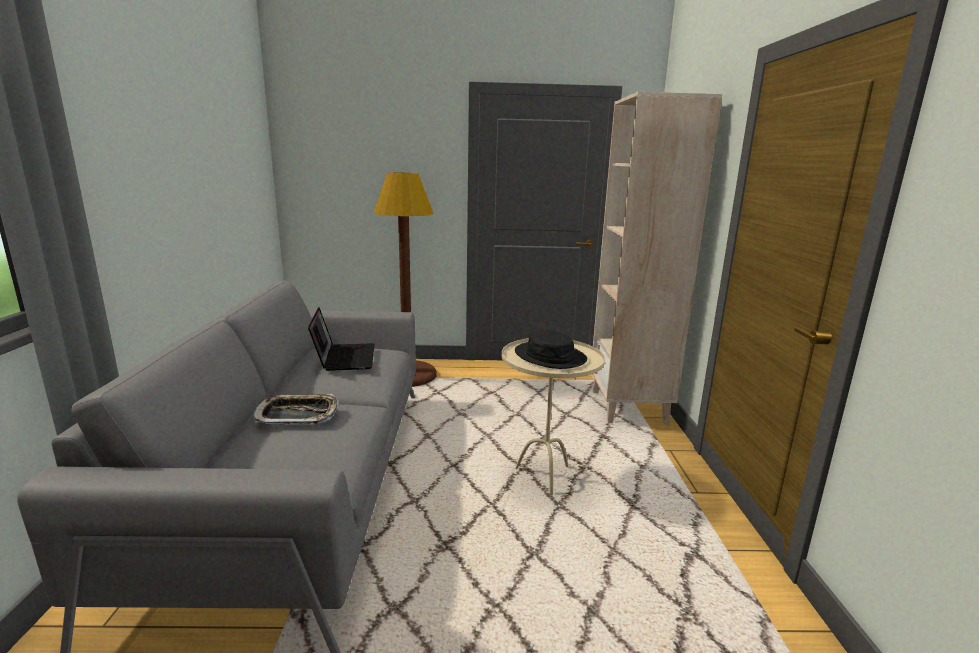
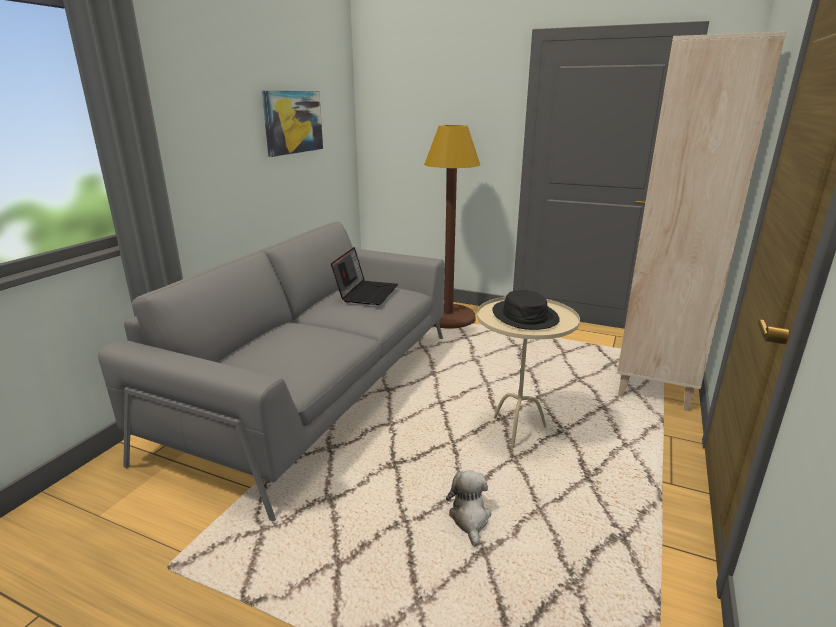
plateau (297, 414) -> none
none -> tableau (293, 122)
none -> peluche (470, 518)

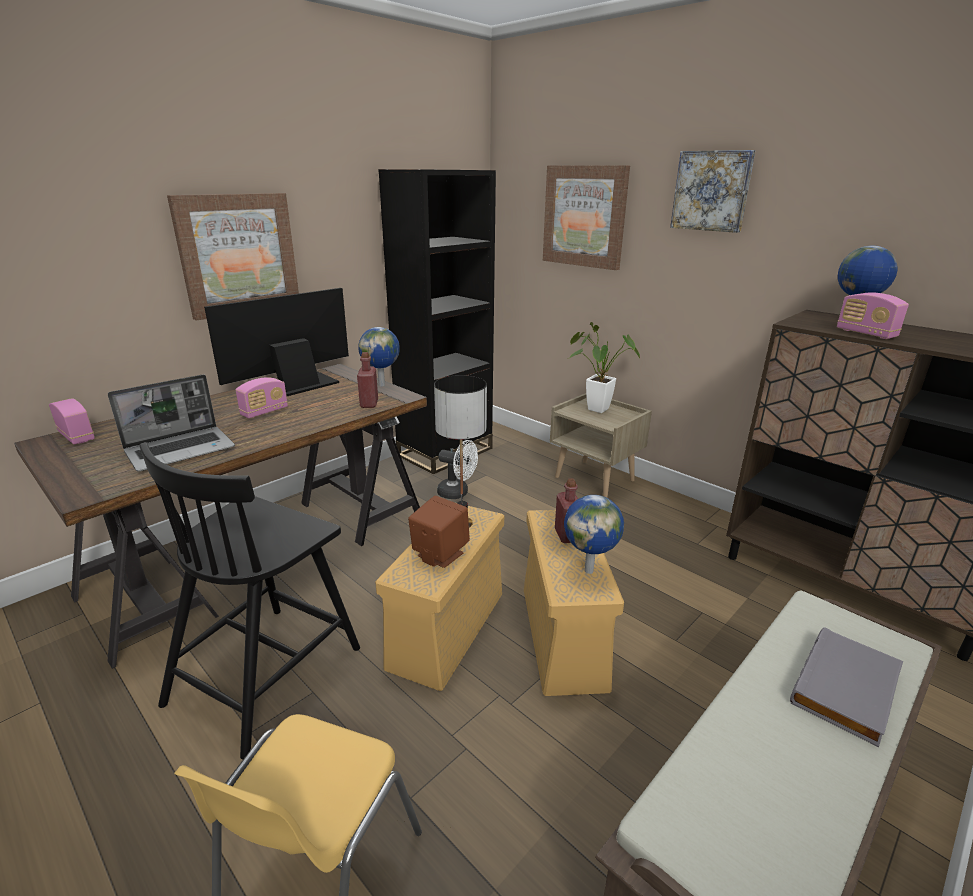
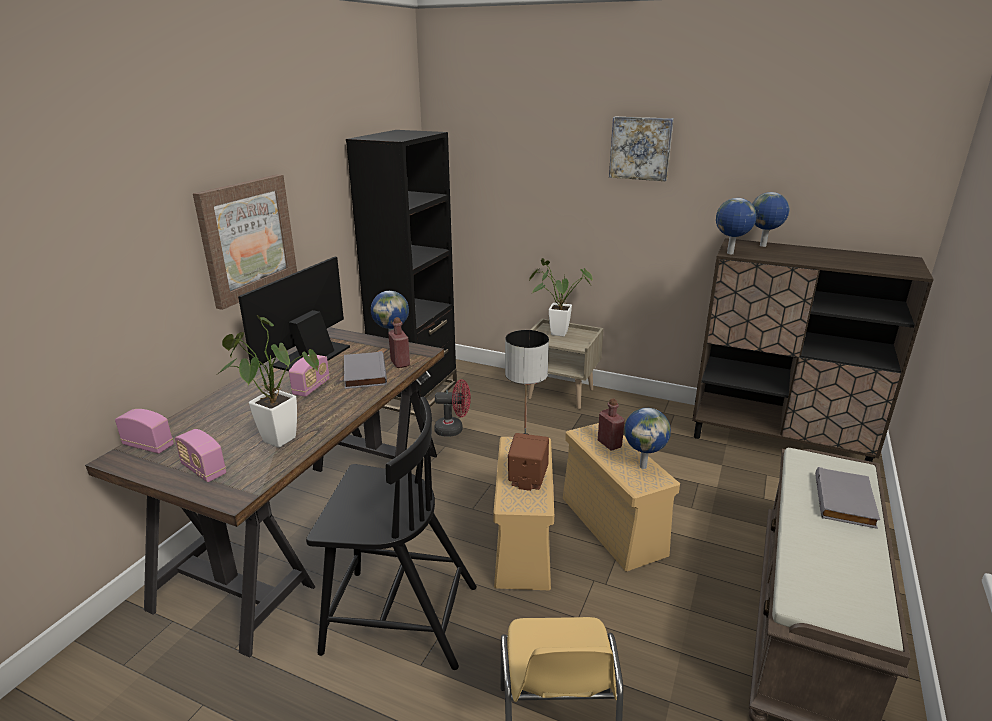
tableau (584, 216) -> none
radio (865, 334) -> radio (204, 470), relocated
ordinateur portable (181, 450) -> plante en pot (274, 437)
ventilateur/blanc (457, 493) -> ventilateur/rouge (453, 429)
chaise/noir (267, 672) -> chaise/noir (398, 618), 90 degrees counterclockwise
none -> globe (730, 253)
none -> livre/gris (363, 373)

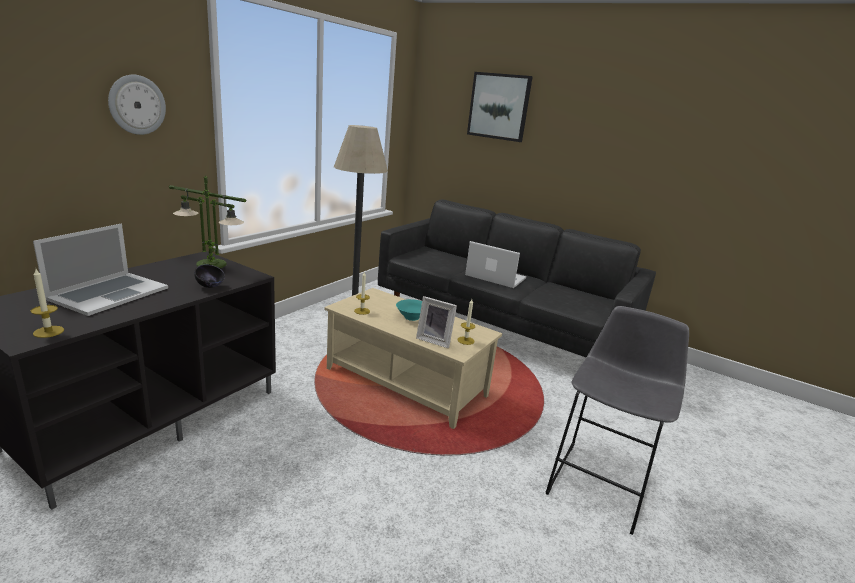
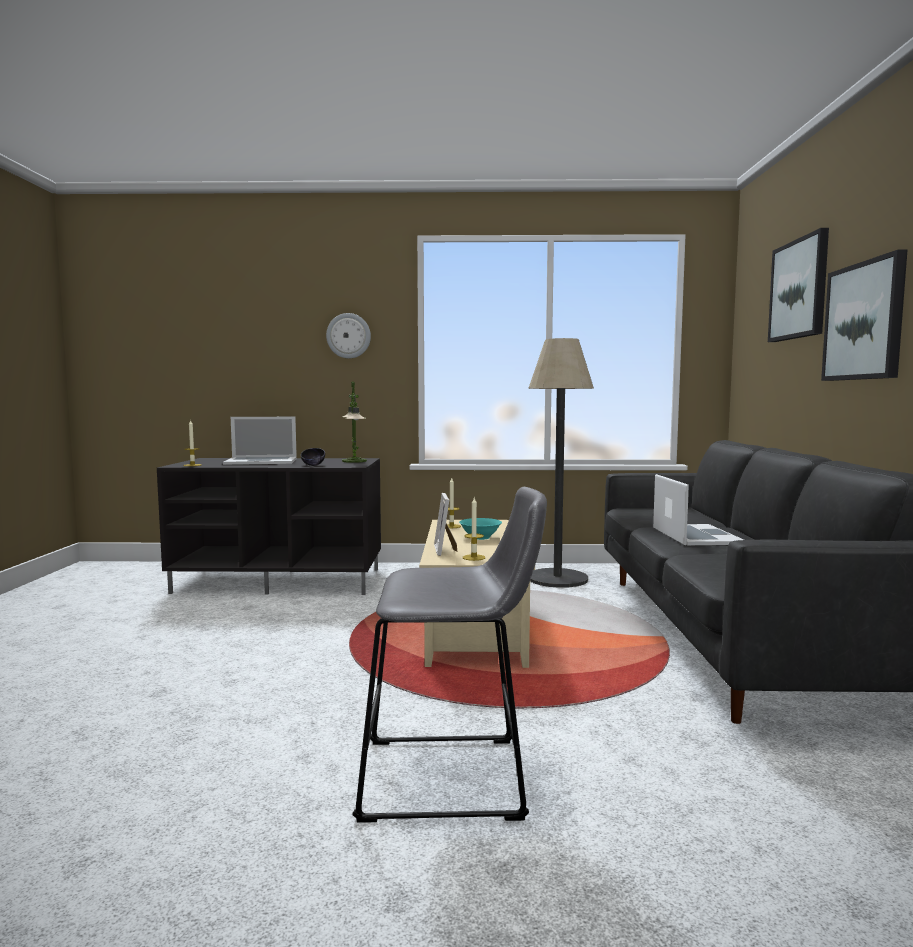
none -> tableau (864, 321)

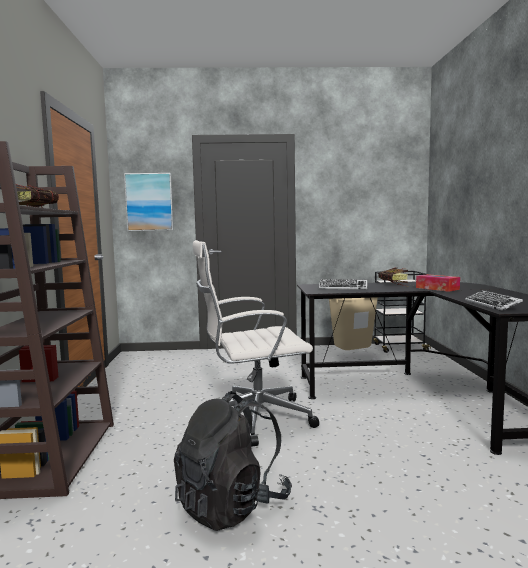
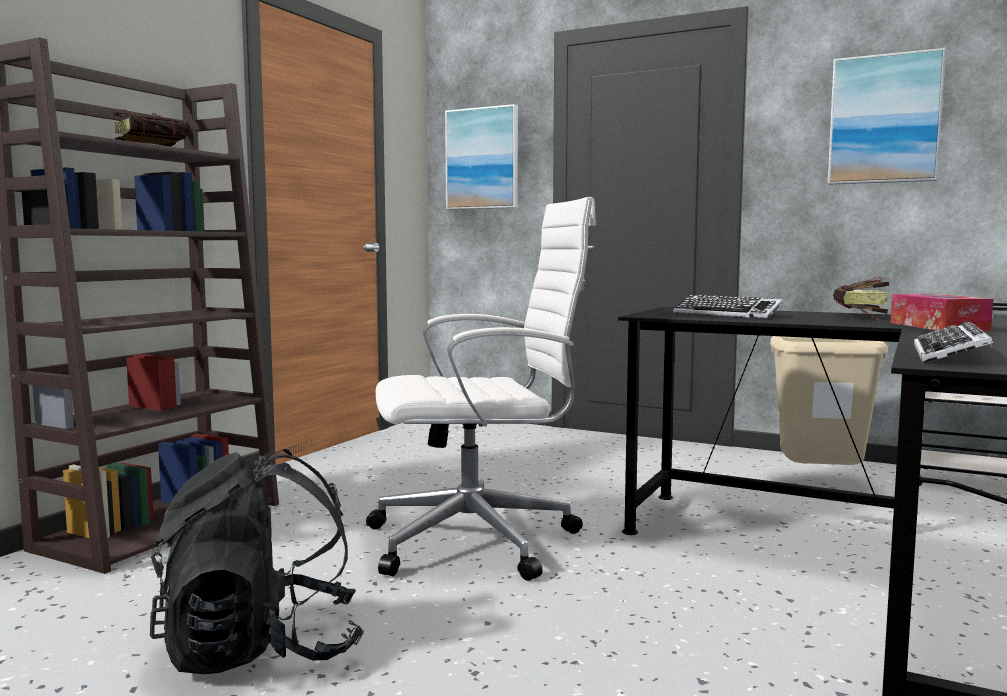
chaise de bureau/blanc (253, 418) -> chaise de bureau/blanc (479, 541), 150 degrees clockwise
none -> tableau (884, 119)

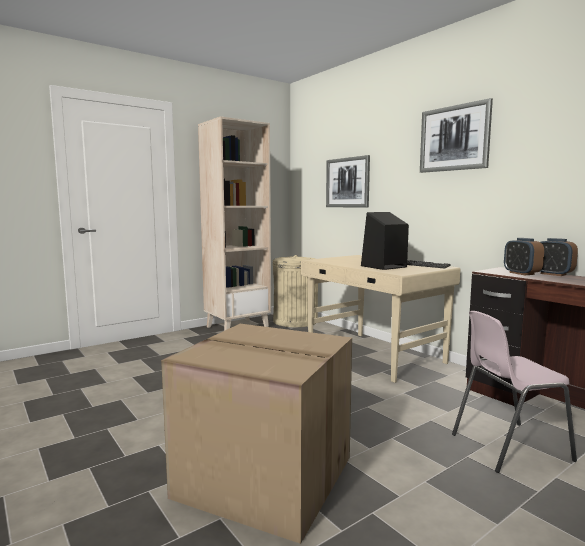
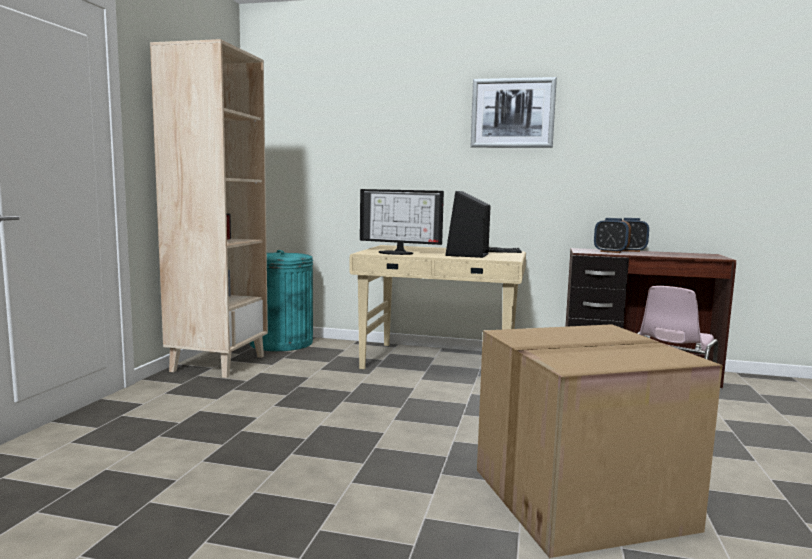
tableau (347, 182) -> none
poubelle/beige (295, 321) -> poubelle/turquoise (281, 343)
none -> écran d'ordinateur (397, 252)

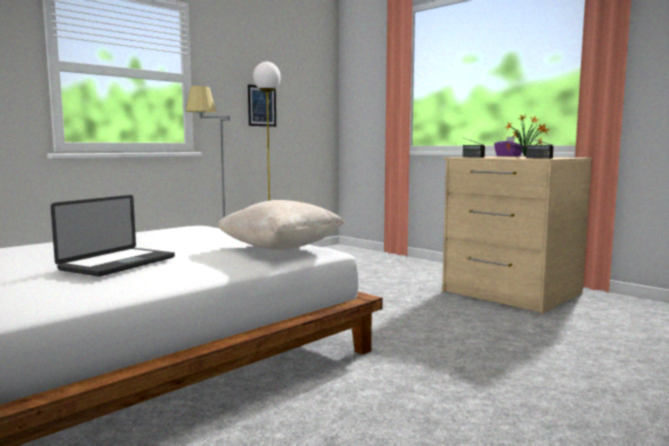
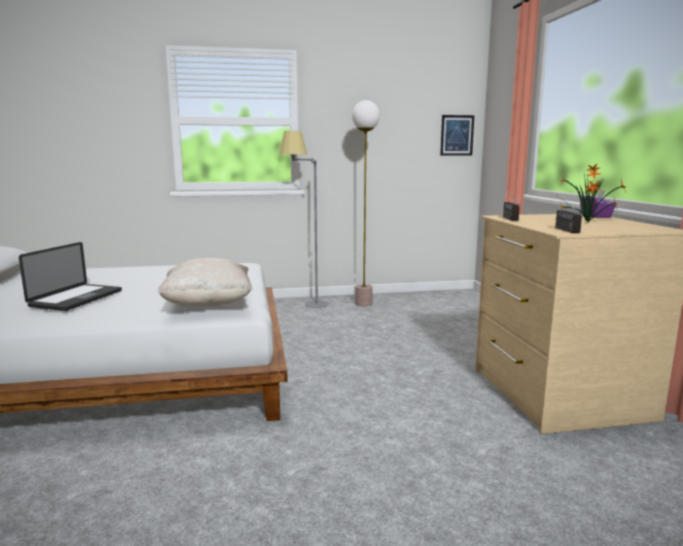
tableau (262, 106) -> tableau (457, 135), relocated
ordinateur portable (118, 263) -> ordinateur portable (76, 298), 45 degrees counterclockwise

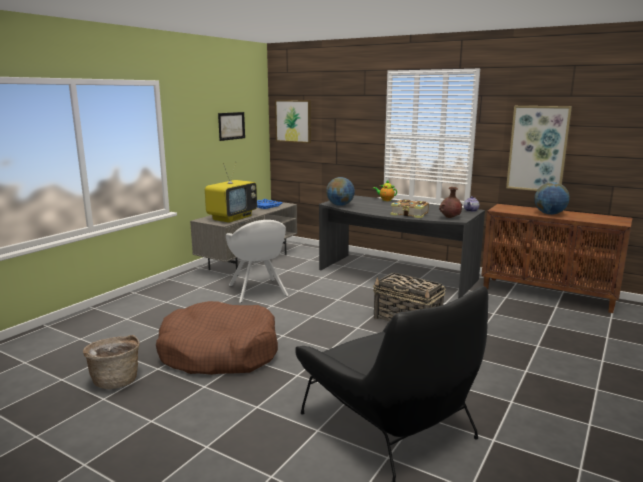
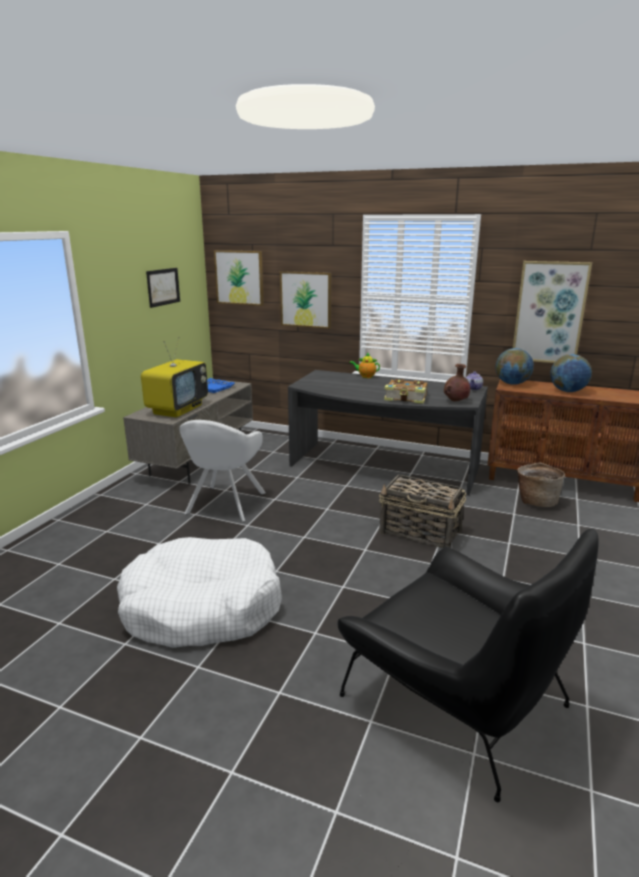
globe (340, 205) -> globe (512, 384), relocated
fauteuil/blanc (258, 292) -> fauteuil/blanc (224, 505), 45 degrees clockwise
panier pour chien/marron (219, 352) -> panier pour chien/blanc (202, 607)
panier (116, 380) -> panier (536, 501), relocated
none -> tableau (306, 299)

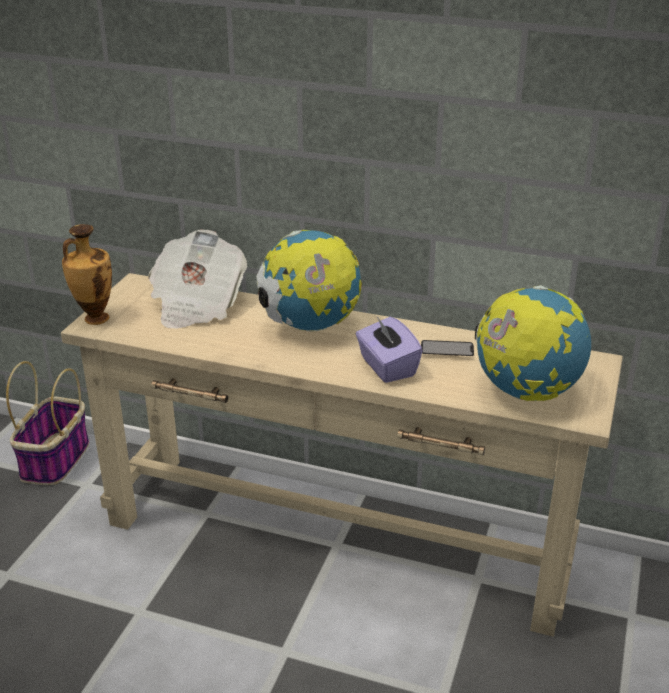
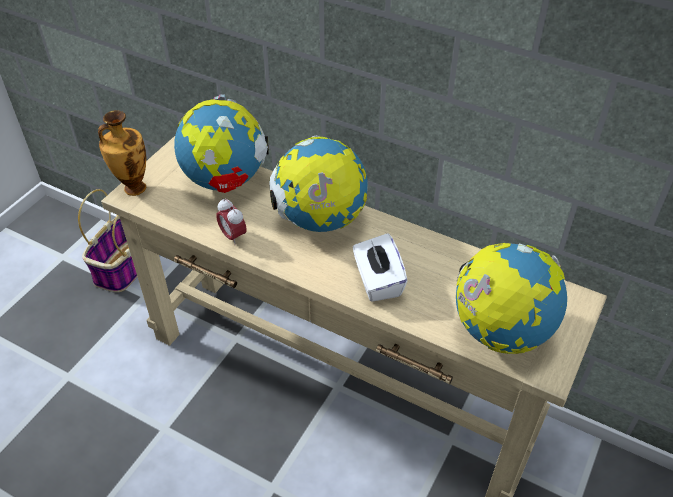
journal (196, 304) -> globe (225, 181)
boîte à mouchoirs/violet (387, 367) -> boîte à mouchoirs/blanc (377, 281)
téléphone (447, 350) -> none
none -> réveil (233, 236)

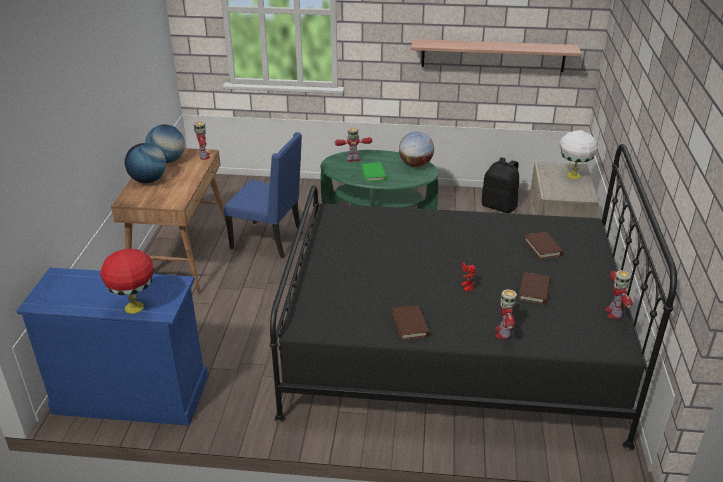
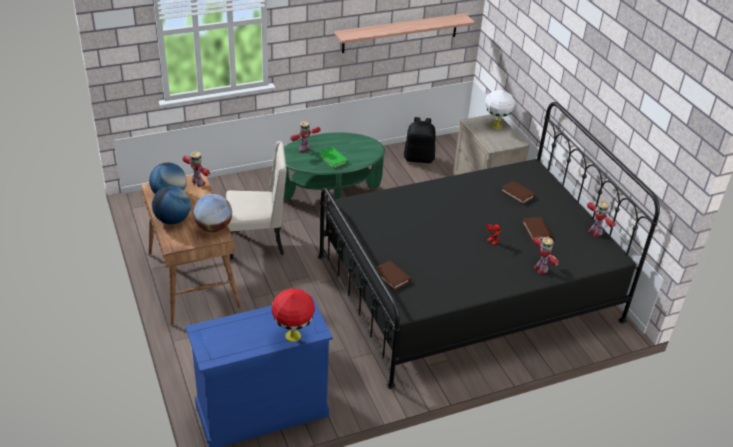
chaise/bleu (269, 240) -> chaise/beige (257, 242)
globe (415, 165) -> globe (214, 228), relocated
livre/marron (410, 324) -> livre/marron (392, 276), relocated

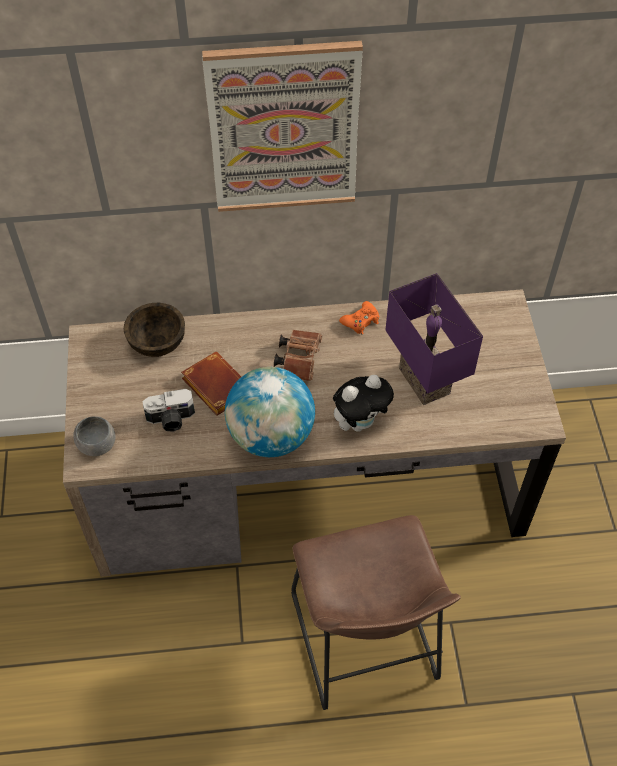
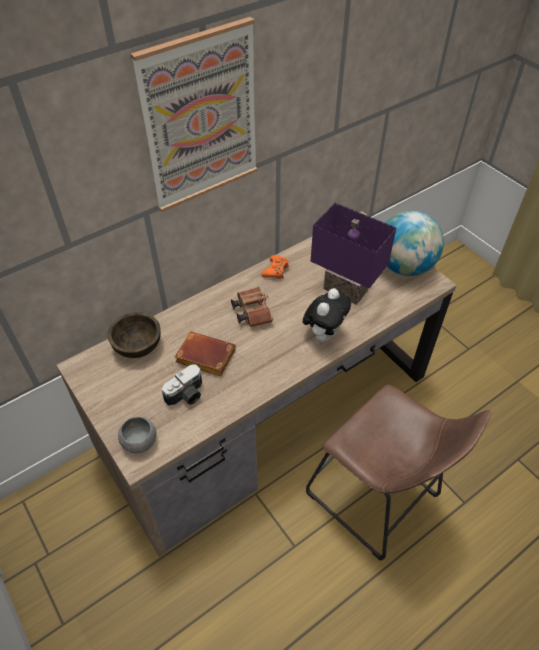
globe (271, 436) -> globe (404, 266), relocated

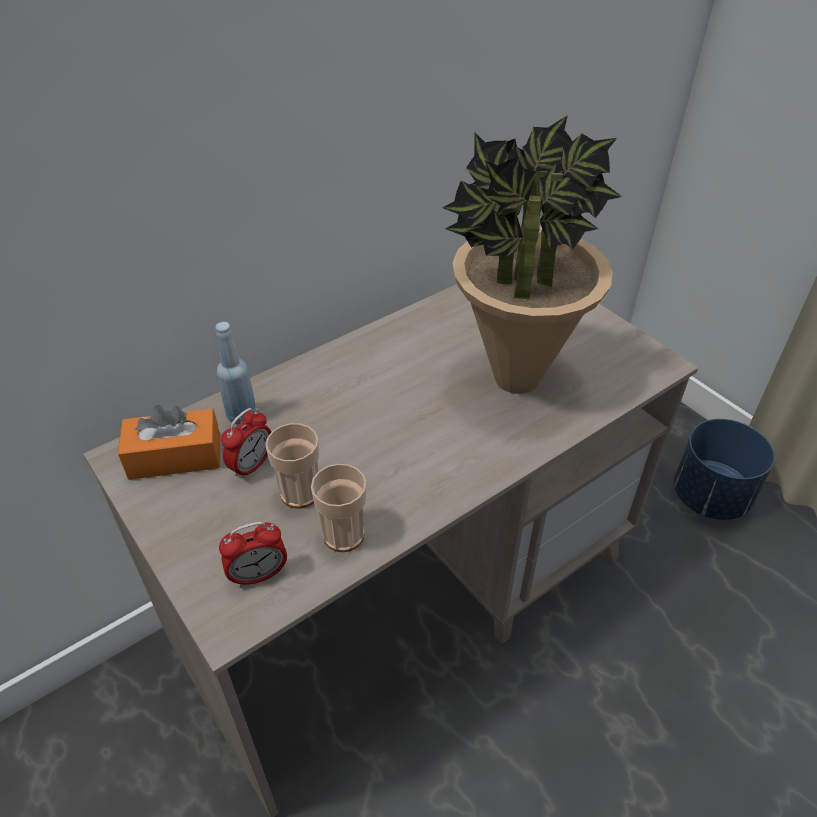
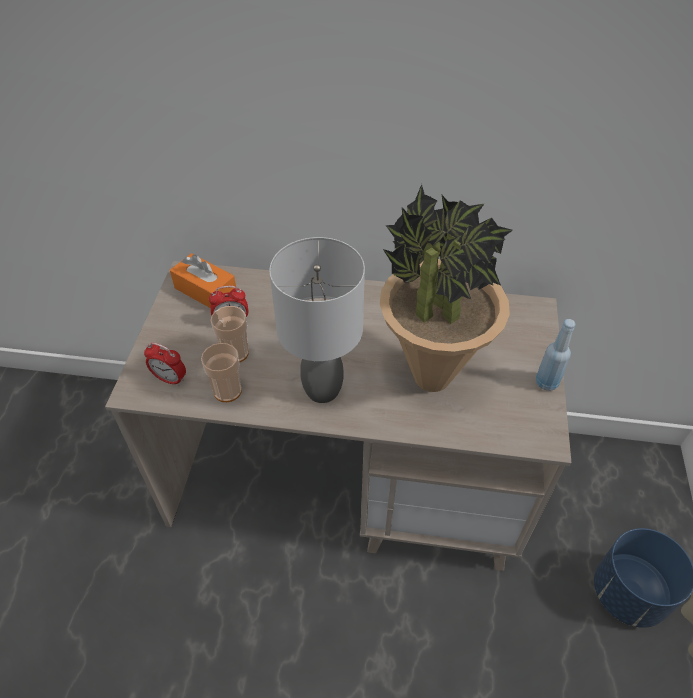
bouteille/bleu (242, 415) -> bouteille/bleu (547, 382), relocated
none -> lampe de table/gris (321, 390)

